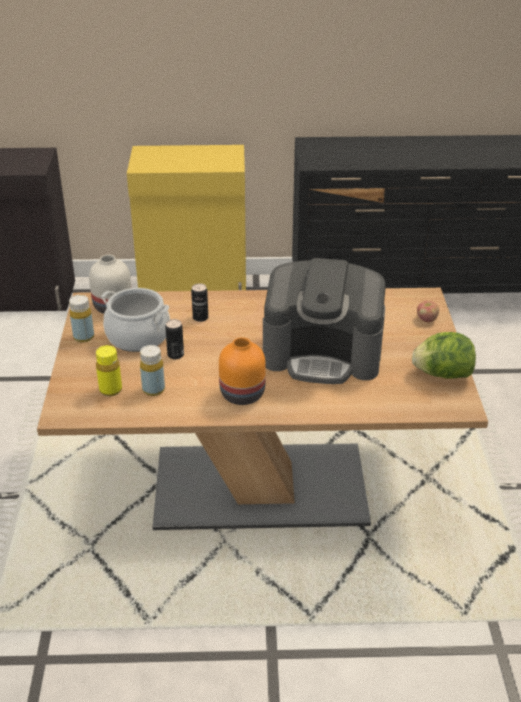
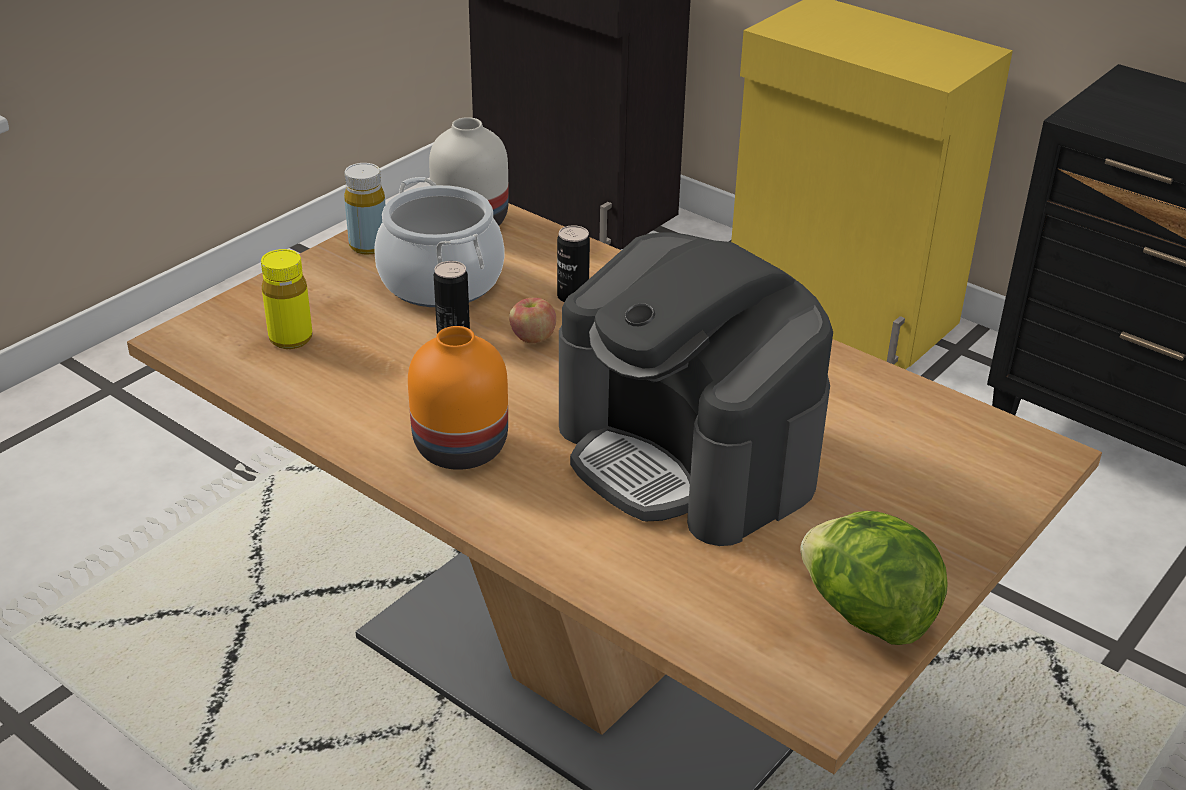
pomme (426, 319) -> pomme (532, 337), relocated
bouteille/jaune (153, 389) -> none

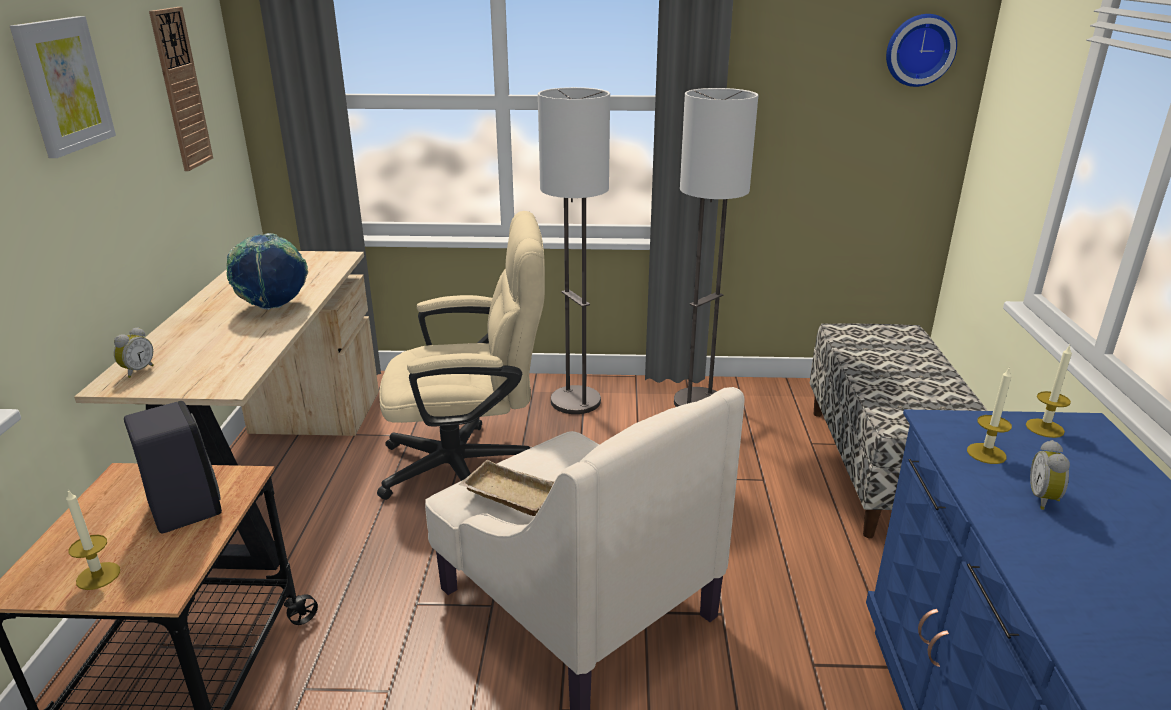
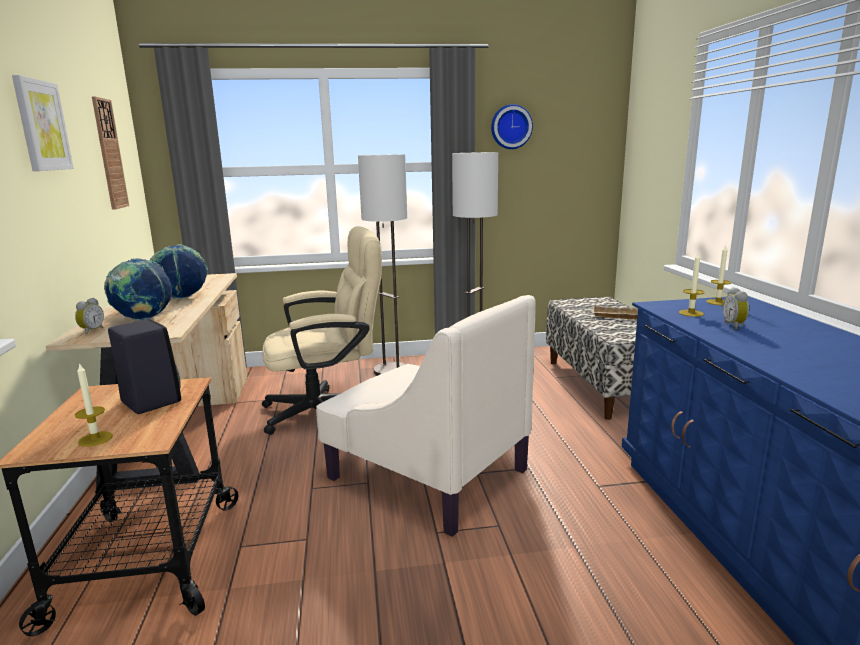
horloge murale (919, 50) -> horloge murale (510, 127), relocated
plateau/beige (508, 495) -> plateau/beige (616, 316), relocated
none -> globe (144, 319)

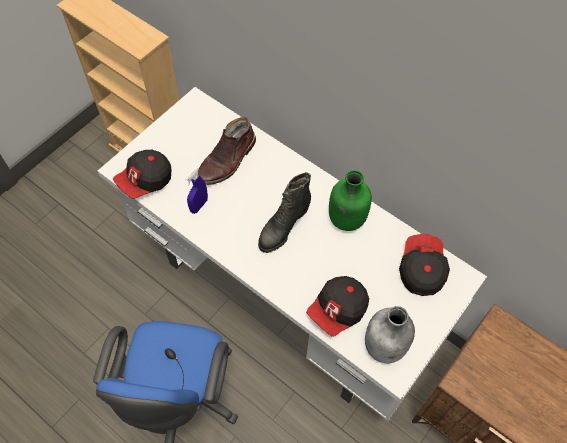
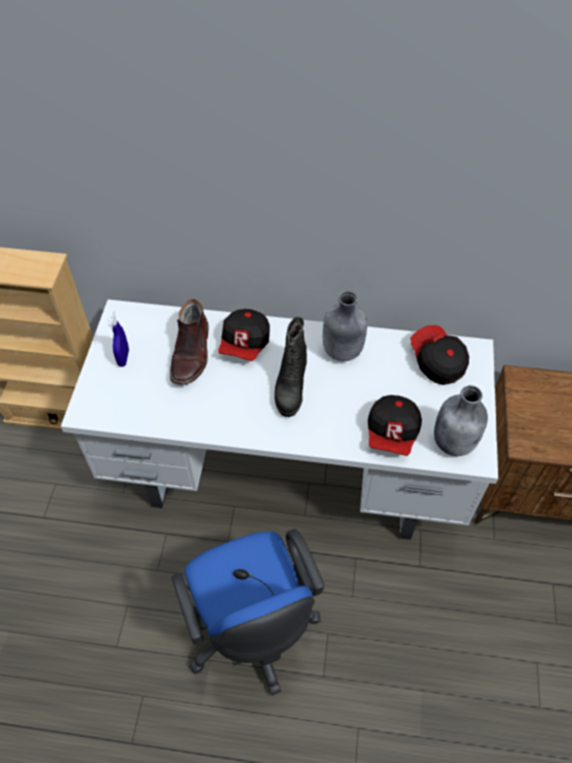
casquette (146, 181) -> casquette (245, 344), relocated
vaporisateur/bleu (199, 205) -> vaporisateur/bleu (123, 358), relocated
bouteille/vert (346, 219) -> bouteille/gris (342, 351)

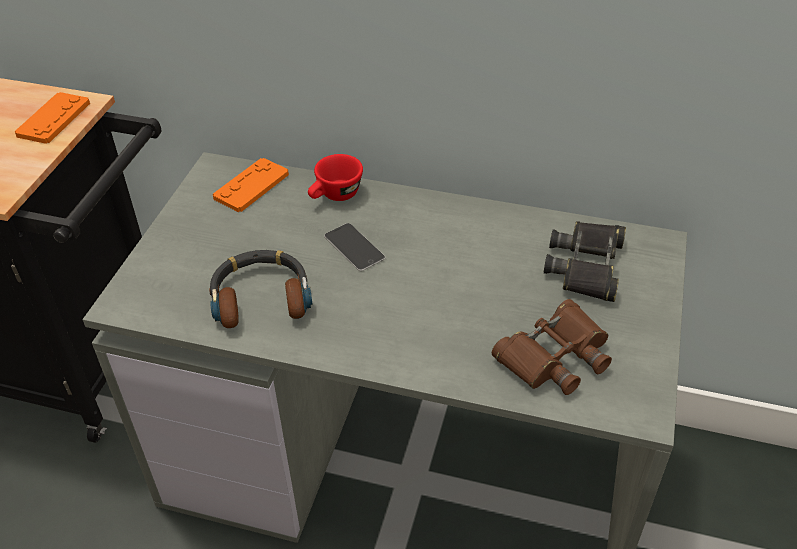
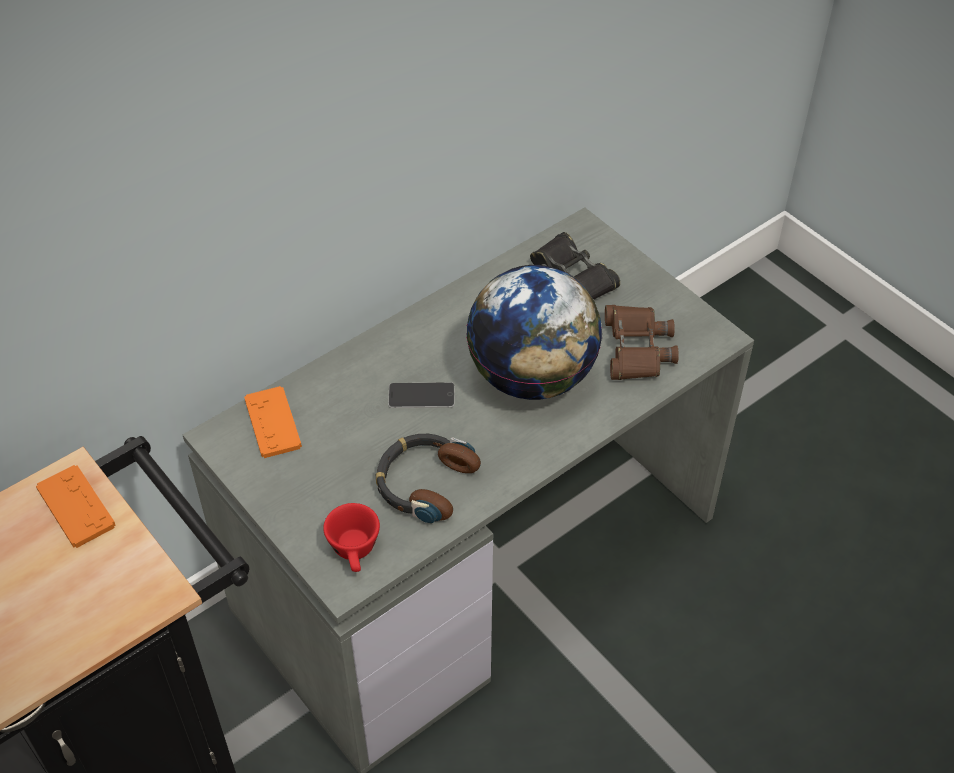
tasse/rouge (335, 196) -> tasse/rouge (355, 552), relocated
none -> globe (531, 377)

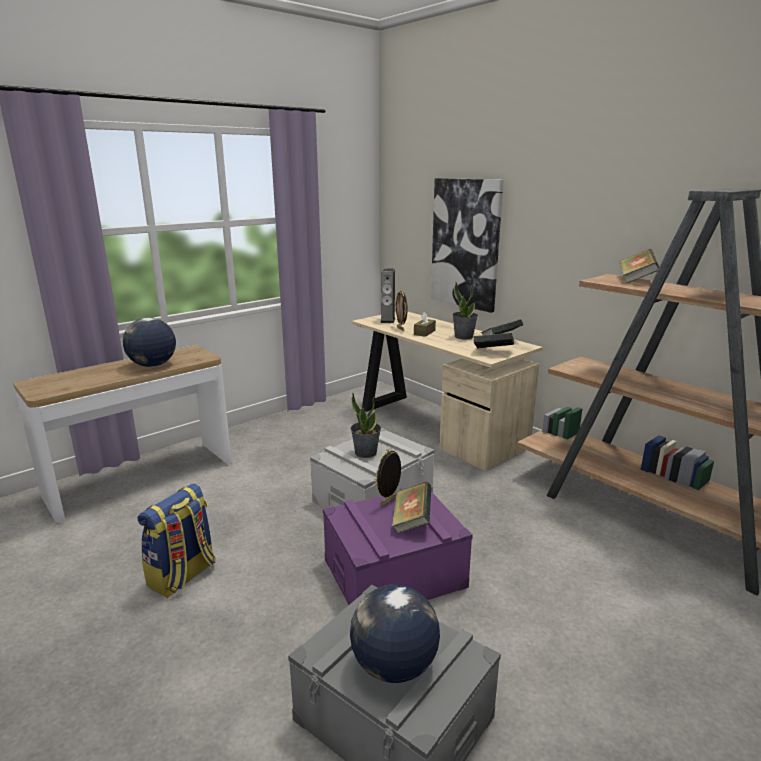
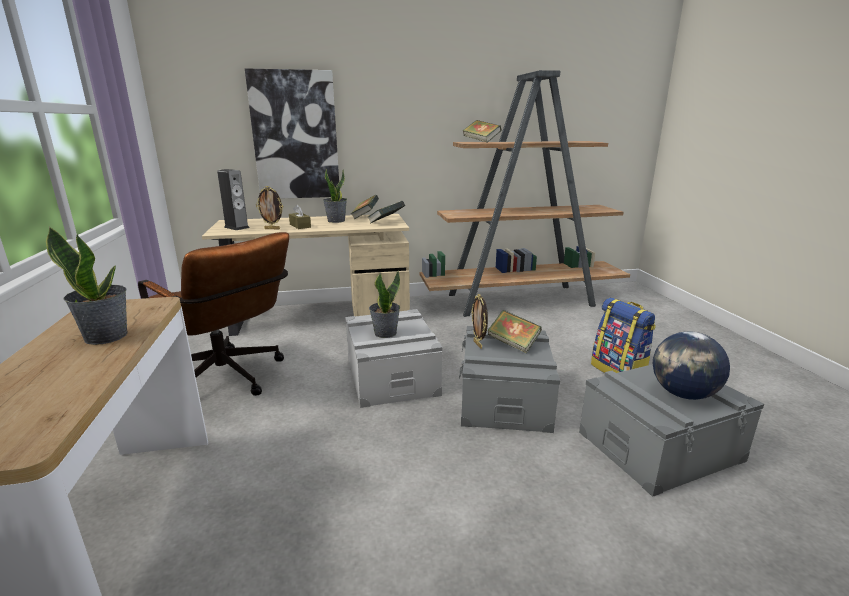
globe (153, 365) -> plante en pot (107, 336)
sac à dos (183, 576) -> sac à dos (619, 371), relocated
boîte de rangement/violet (394, 573) -> boîte de rangement/gris (504, 398)
none -> chaise de bureau/marron (230, 380)

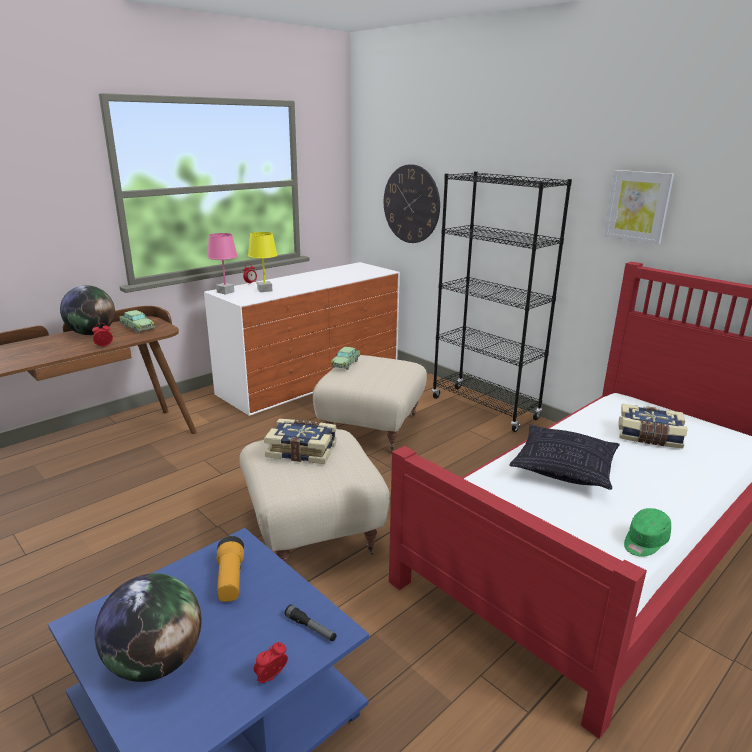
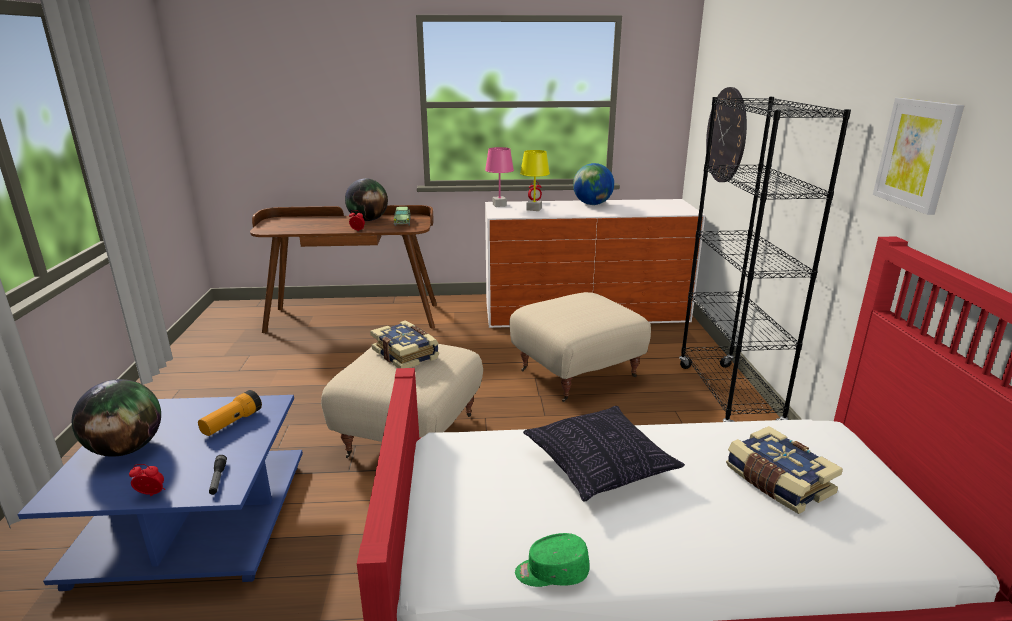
petite voiture (345, 364) -> none
none -> globe (592, 204)

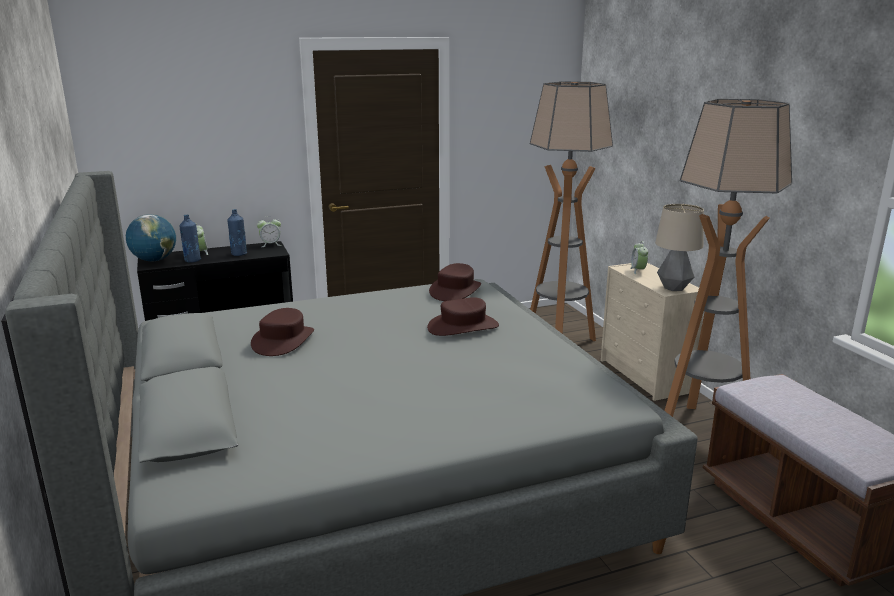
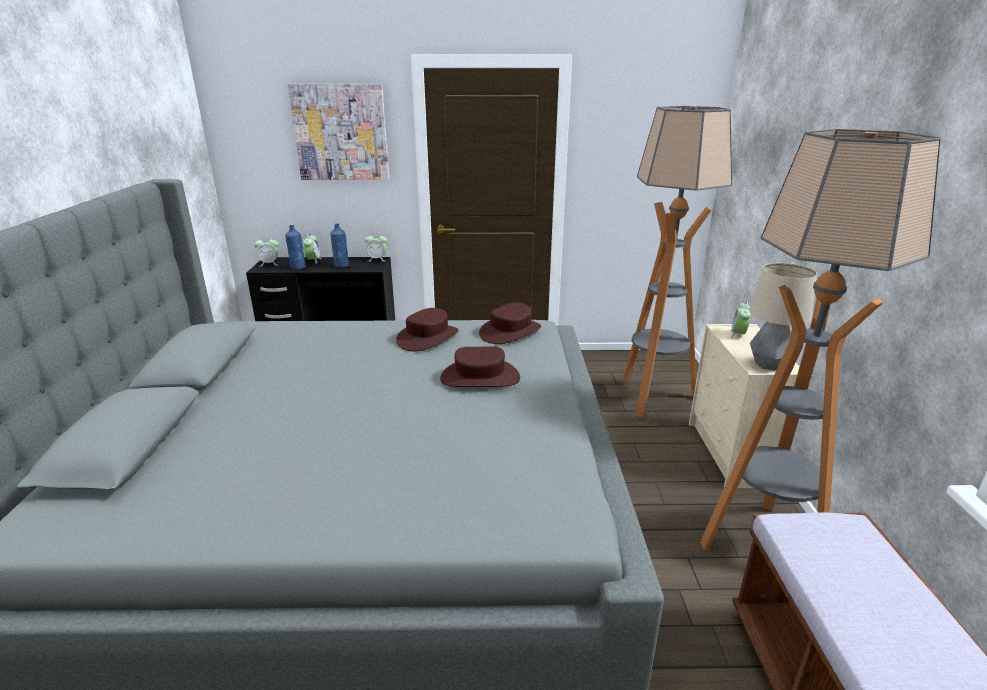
globe (154, 260) -> réveil (269, 264)
chapeau/marron (283, 340) -> chapeau/marron (427, 337), relocated
none -> tableau (341, 132)

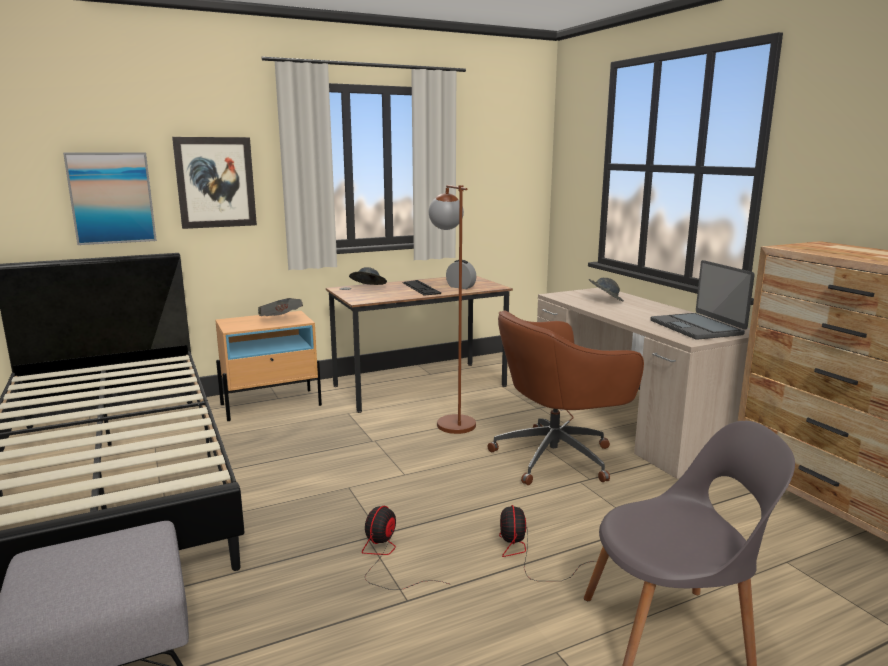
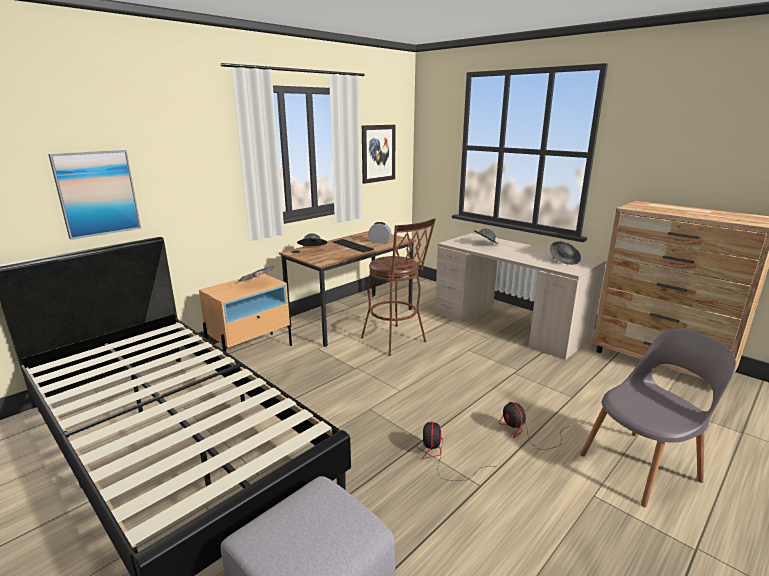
tableau (215, 182) -> tableau (378, 153), relocated
lampadaire/marron (451, 420) -> tabouret/marron (396, 341)
ordinateur portable (697, 327) -> chapeau/gris (564, 260)
chaise de bureau/marron (557, 457) -> none

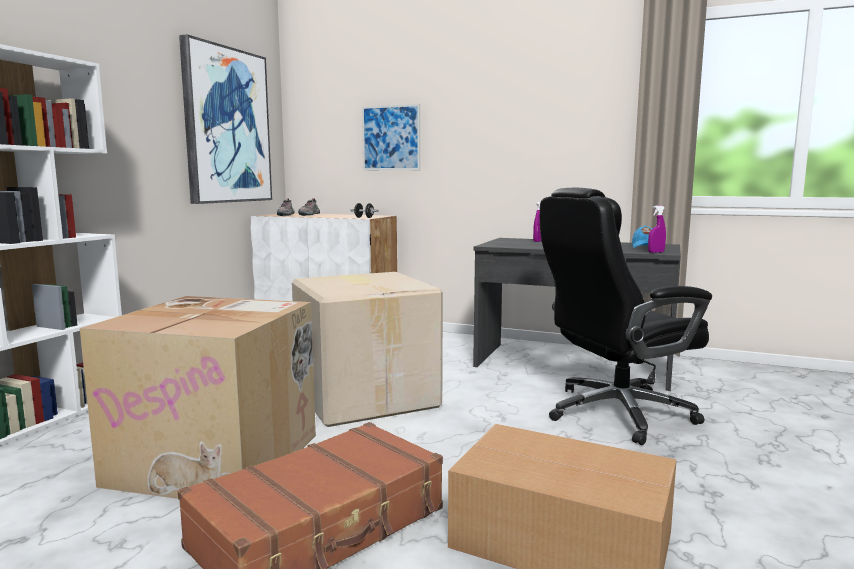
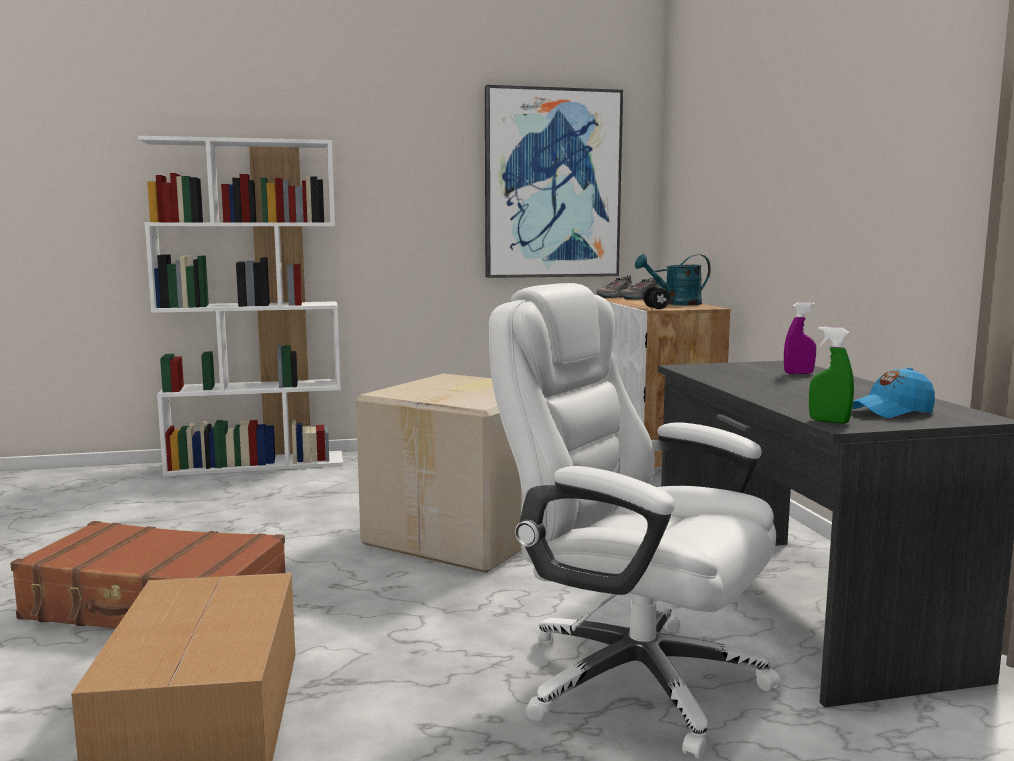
tableau (391, 138) -> none
chaise de bureau/noir (615, 413) -> chaise de bureau/blanc (633, 679)
vaporisateur/violet (656, 252) -> vaporisateur/vert (829, 421)
carton (219, 458) -> none
none -> arrosoir/turquoise (676, 303)

